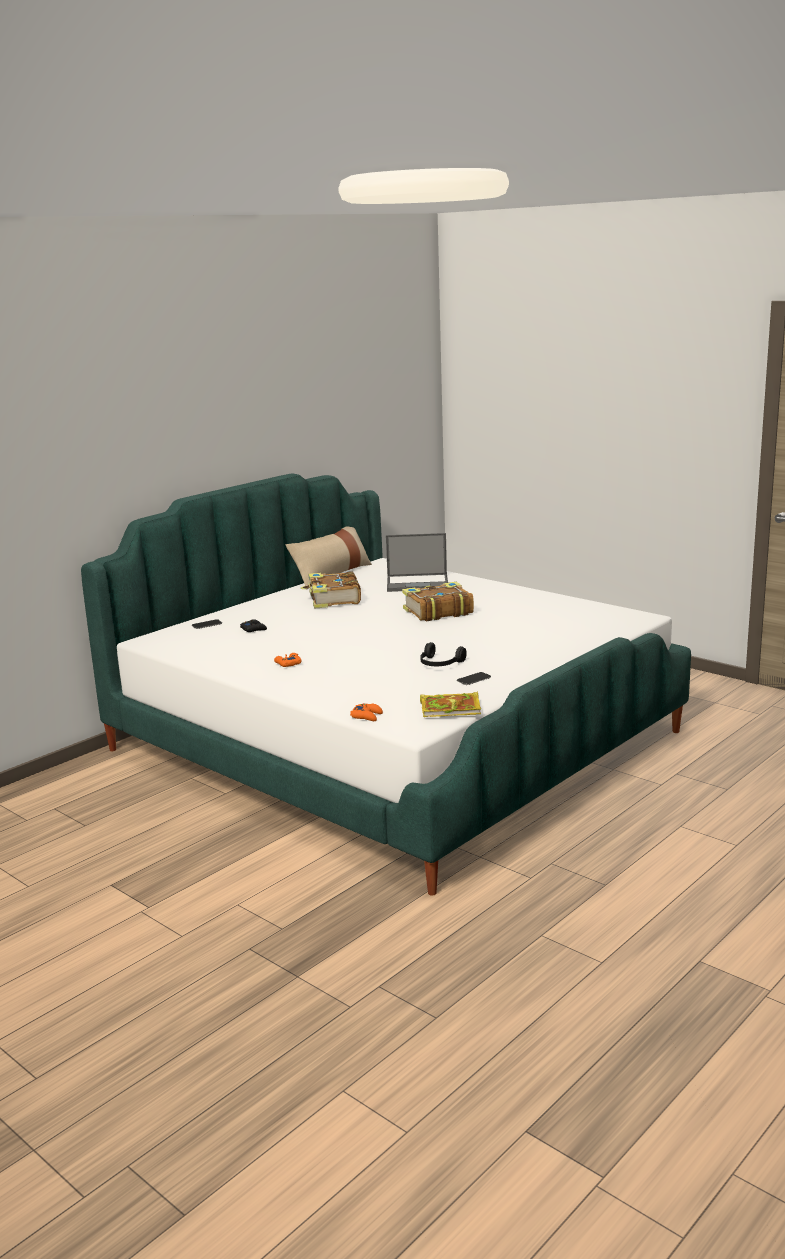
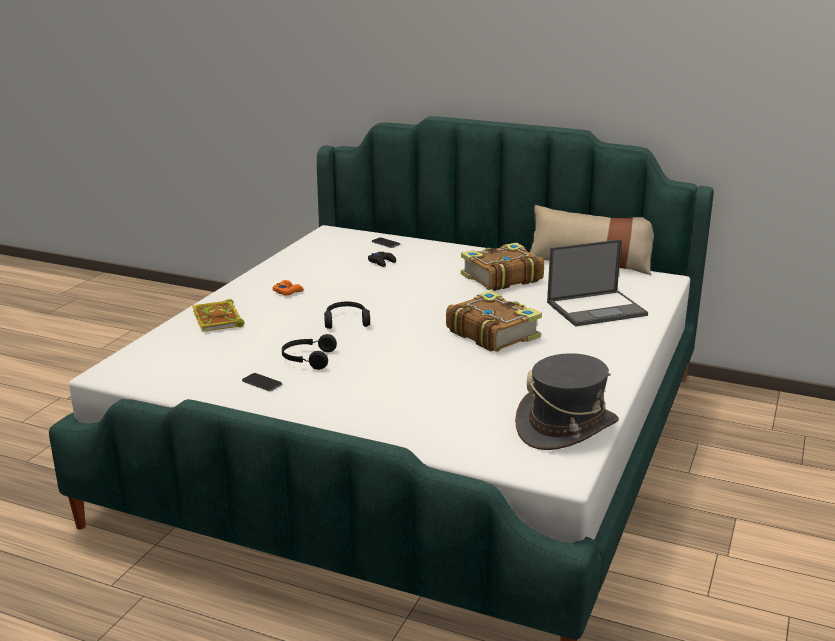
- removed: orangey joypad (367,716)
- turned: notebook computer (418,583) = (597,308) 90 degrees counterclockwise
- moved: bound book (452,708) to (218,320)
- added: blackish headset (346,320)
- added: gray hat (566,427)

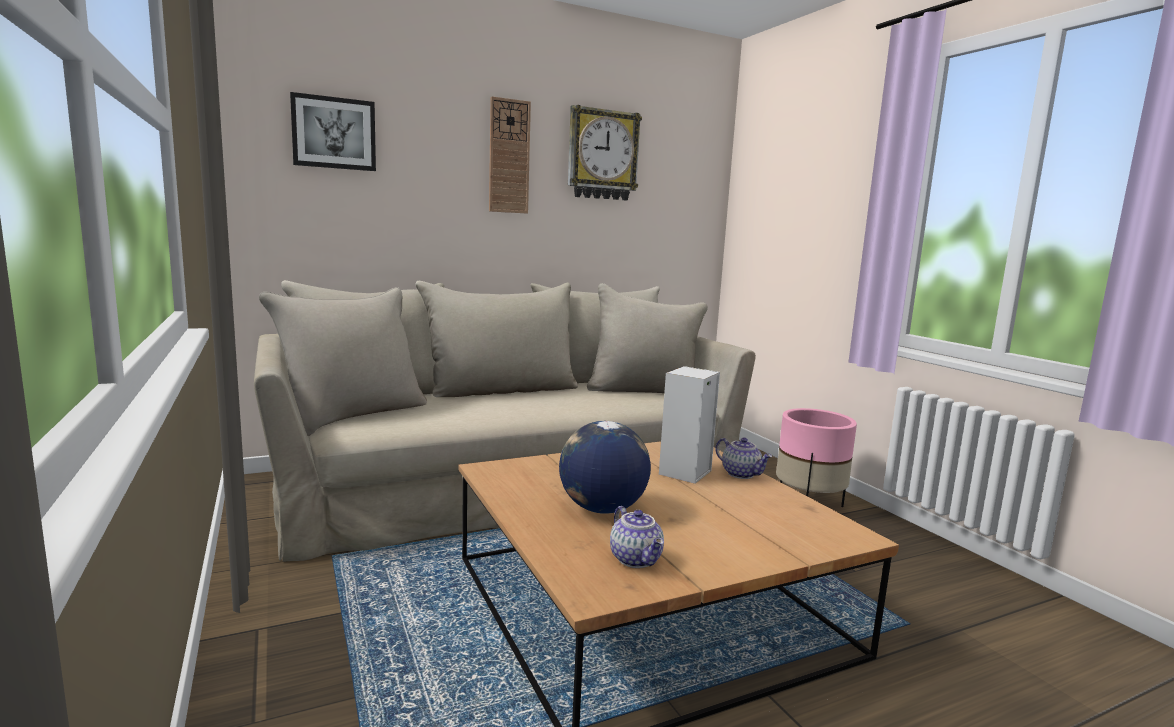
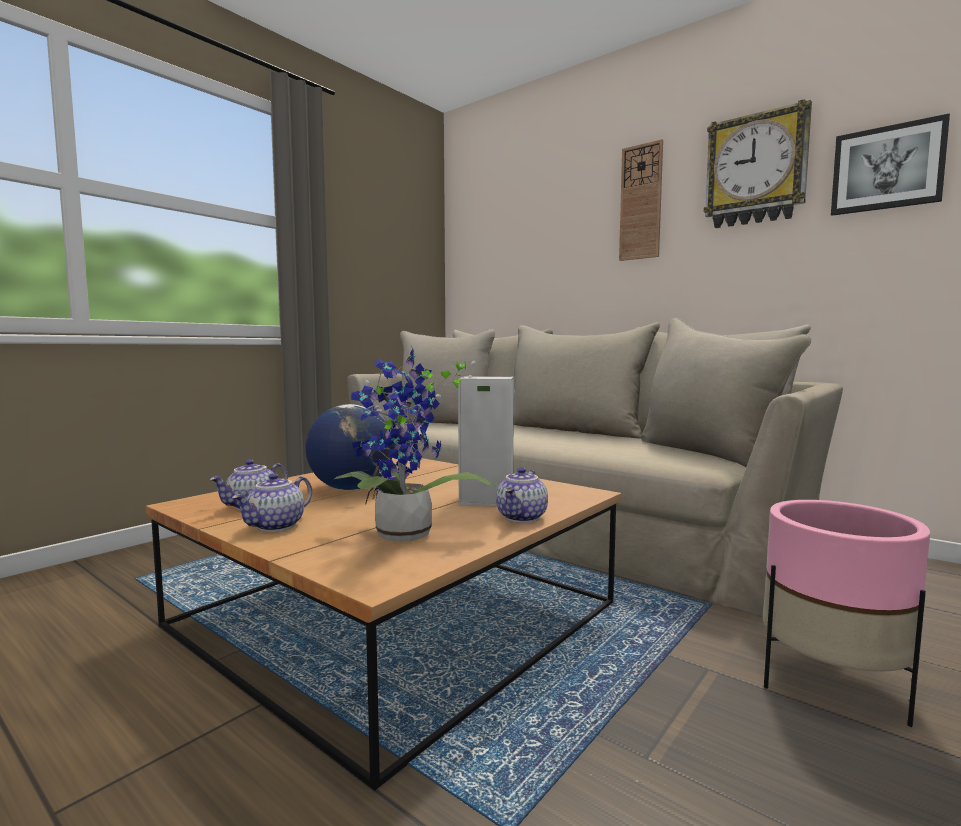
- moved: picture (334,133) to (887,168)
- added: tea pot (276,526)
- added: plant in a pot (404,537)

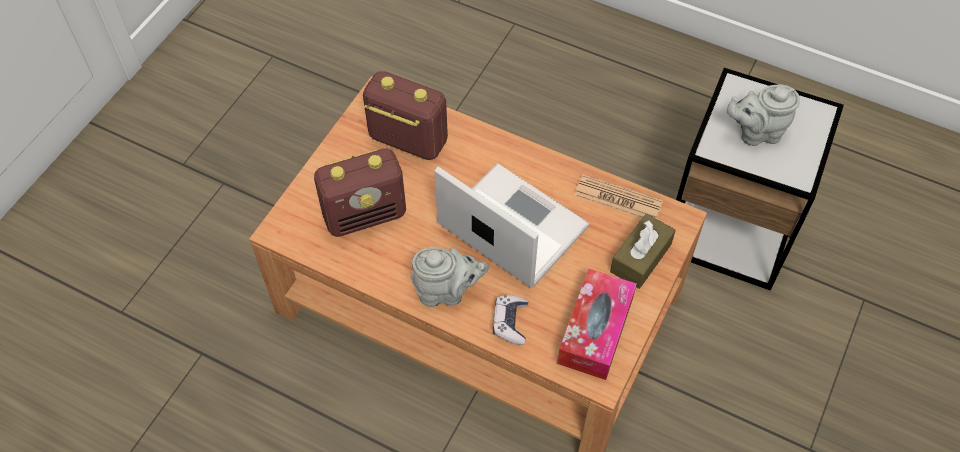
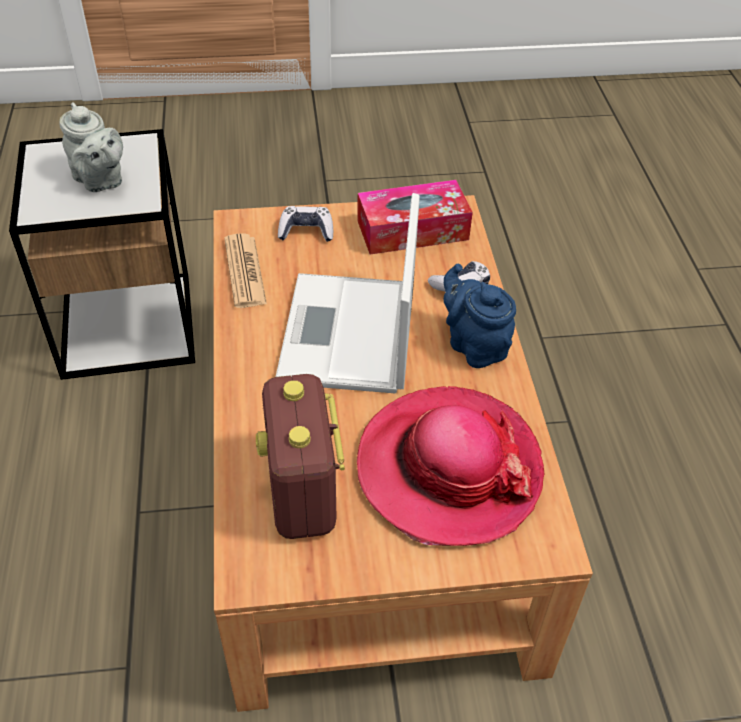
- replaced: radio receiver (365,215) to hat (448,468)
- recoloured: gray tea pot (446,291) to blue-coloured tea pot (474,345)
- replaced: brown-coloured tissue holder (640,258) to joypad (306,231)

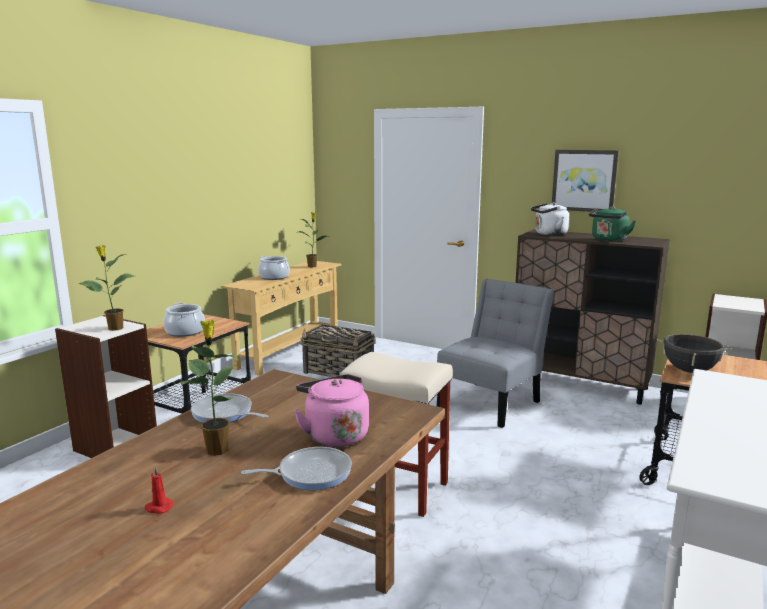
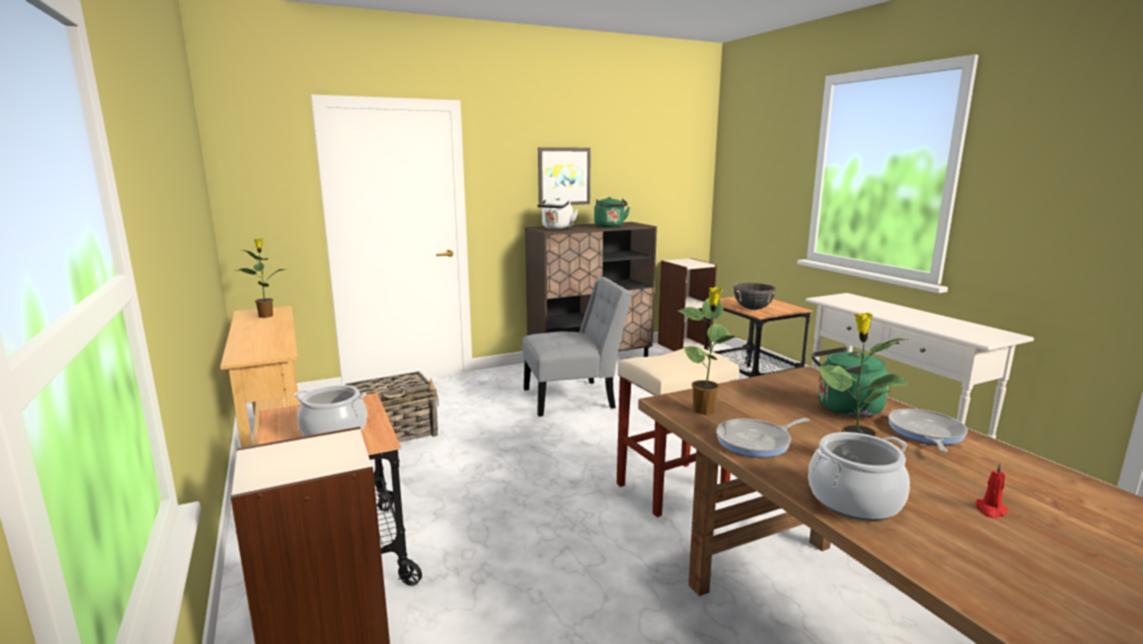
- moved: plant in a pot (114,328) to (704,411)
- moved: saucepot (274,277) to (854,500)
- recoloured: pink-coloured kettle (334,435) to greenish kettle (844,409)
- turned: gray plain chair (492,402) = (574,398) 90 degrees clockwise

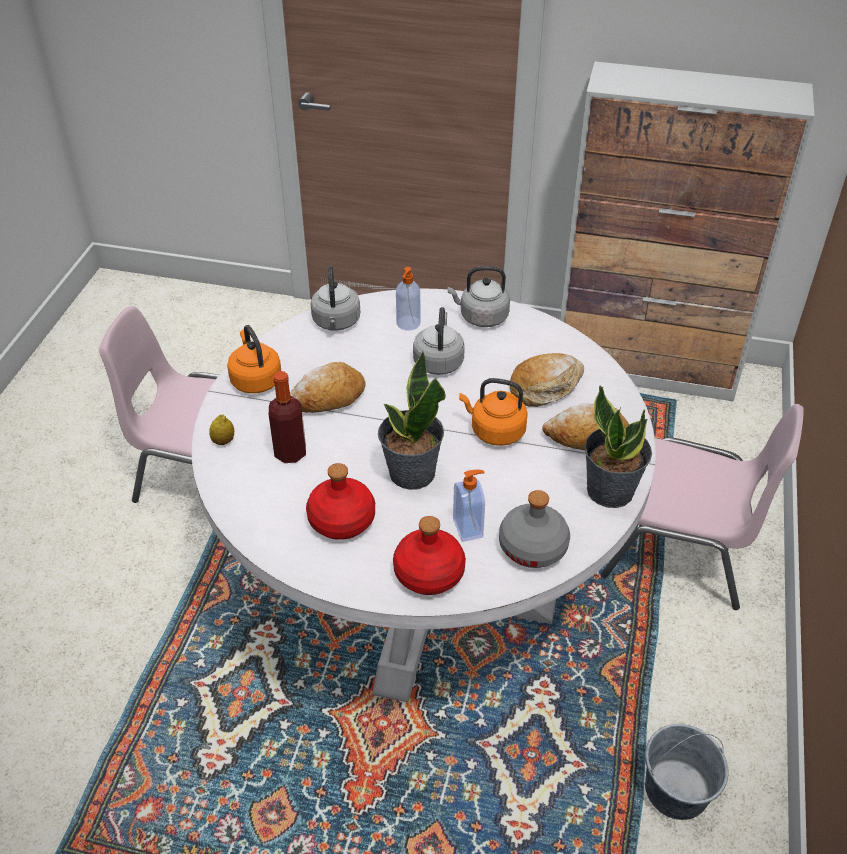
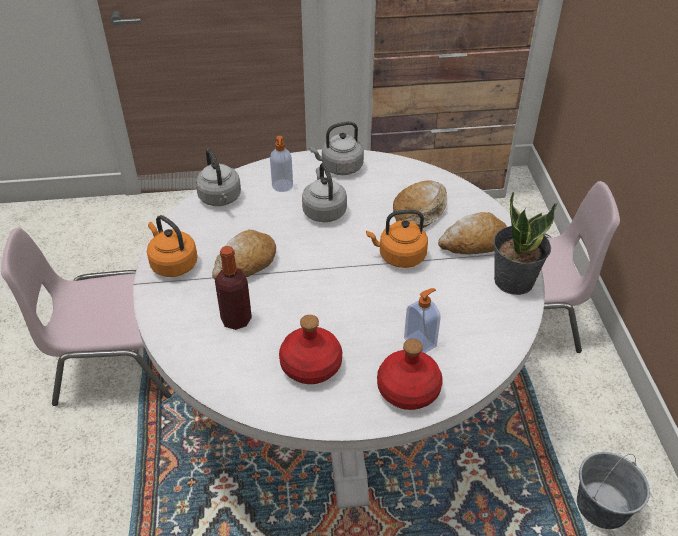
- removed: citrus fruit (223,441)
- removed: plant in a pot (411,473)
- removed: gray drink bottle (533,546)

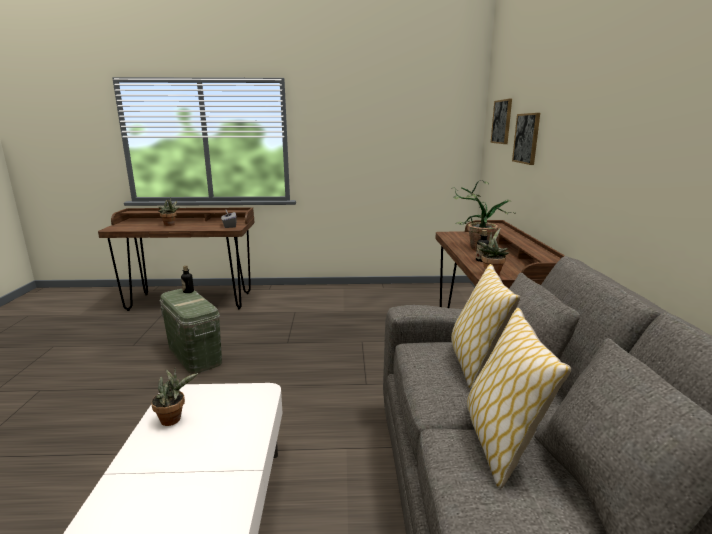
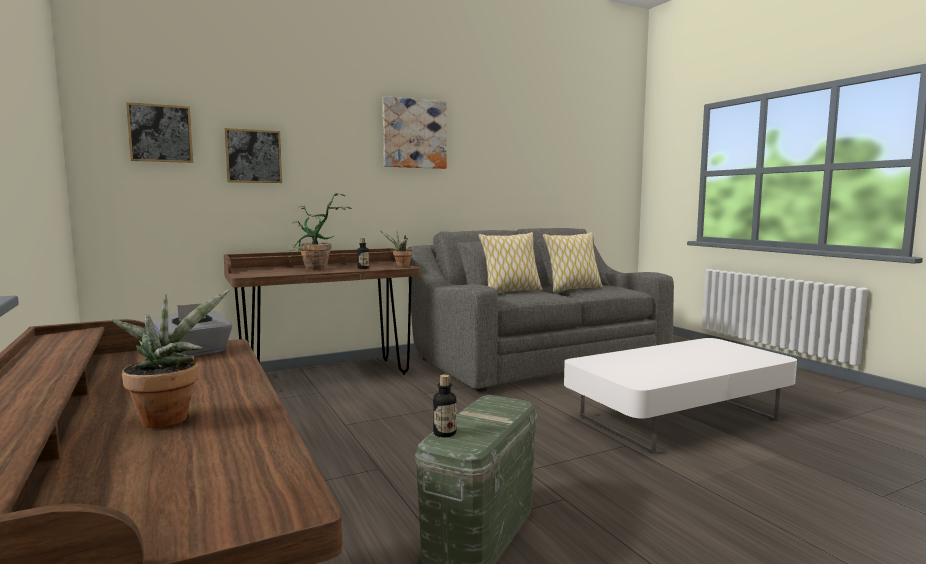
- removed: plant in a pot (174,419)
- added: picture (414,134)

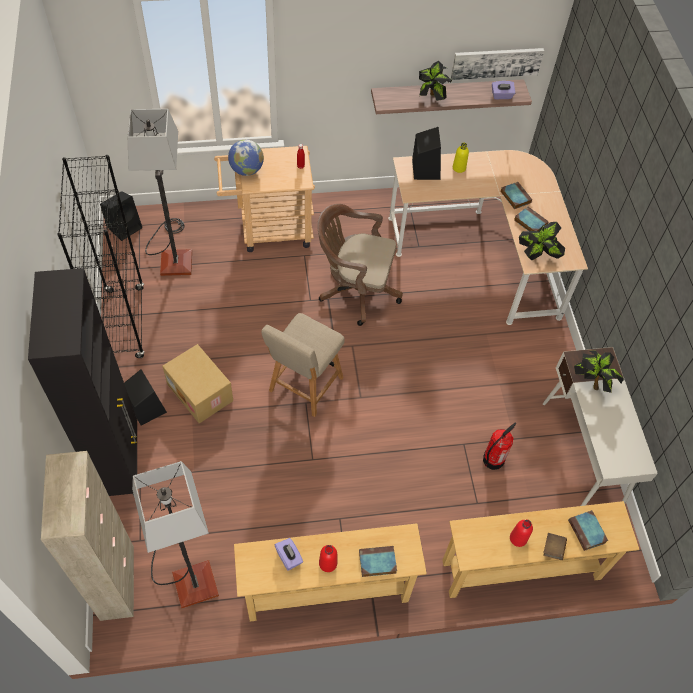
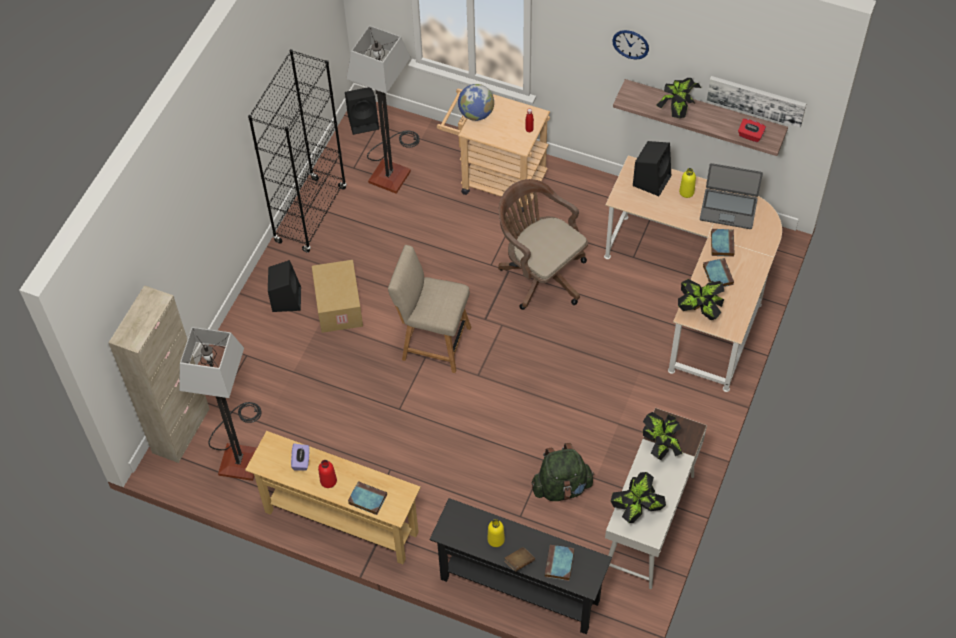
- removed: blackish cabinet (122,464)
- turned: sand-coloured plain chair (304,387) = (433,342) 45 degrees clockwise
- recoloured: sand-coloured console table (521,570) to blackish console table (519,590)
- replaced: extinguisher (493,460) to greenish knapsack (562,487)
- recoloured: purple tissue holder (501,96) to reddish tissue holder (750,135)
- recoloured: reddish drink bottle (518,538) to yellow drink bottle (496,539)
- added: plant in a pot (637,509)
- added: hanging clock (630,44)
- added: notebook computer (728,208)

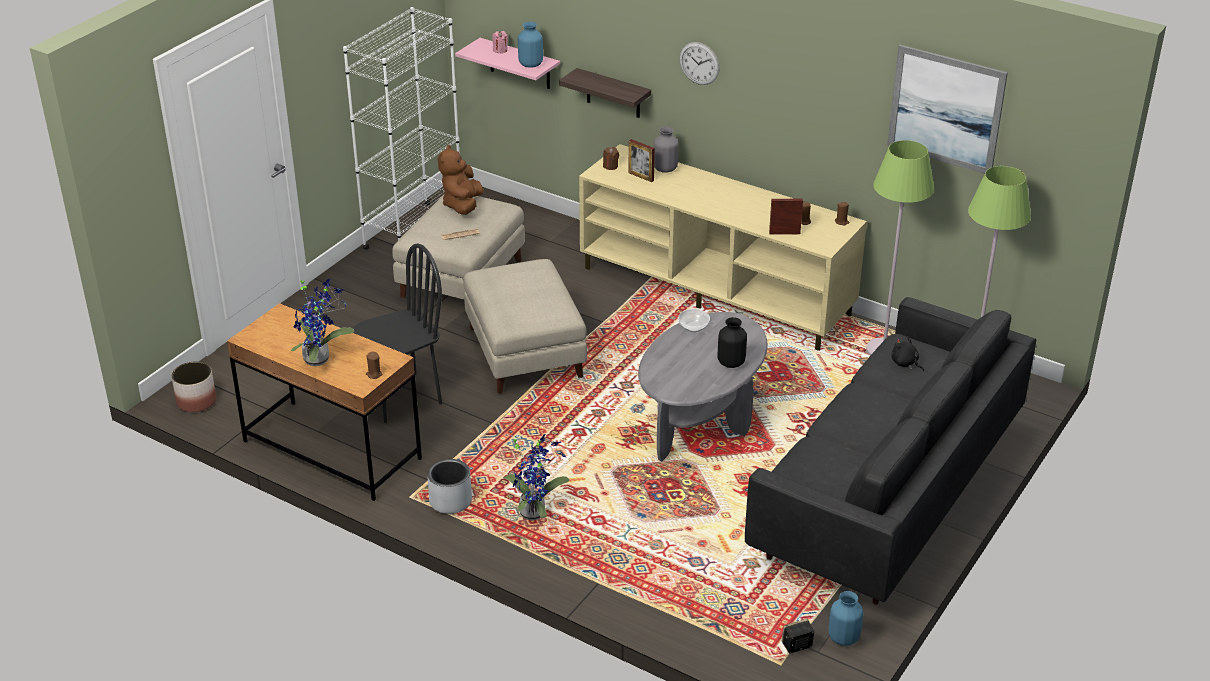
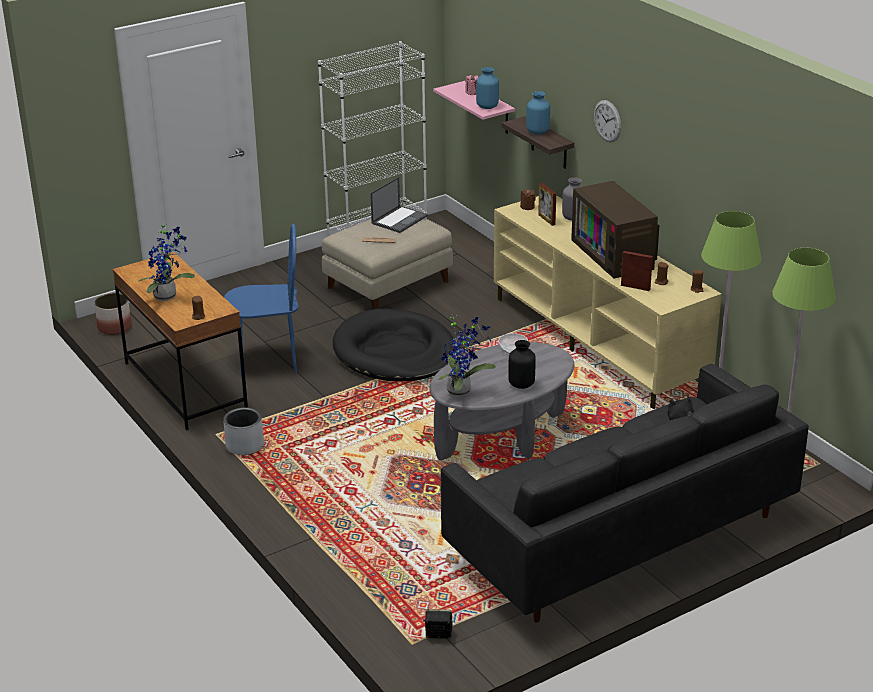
- recoloured: blackish plain chair (401,398) to blue-coloured plain chair (268,361)
- replaced: brown-coloured plush toy (462,205) to notebook computer (399,219)
- replaced: sand-coloured pouffe (526,353) to blackish pet bed (395,352)
- moved: plant in a pot (535,511) to (461,390)
- moved: blue-coloured decorative vase (843,638) to (537,132)
- removed: picture (946,109)
- added: TV (615,254)

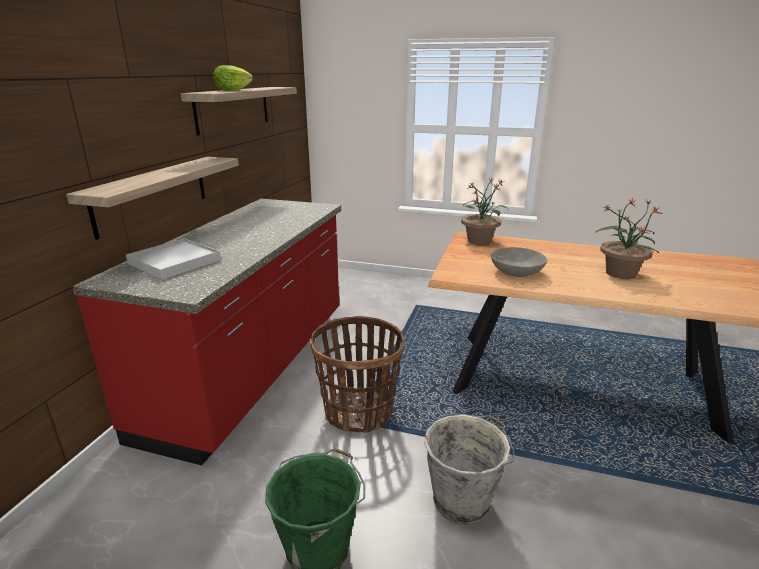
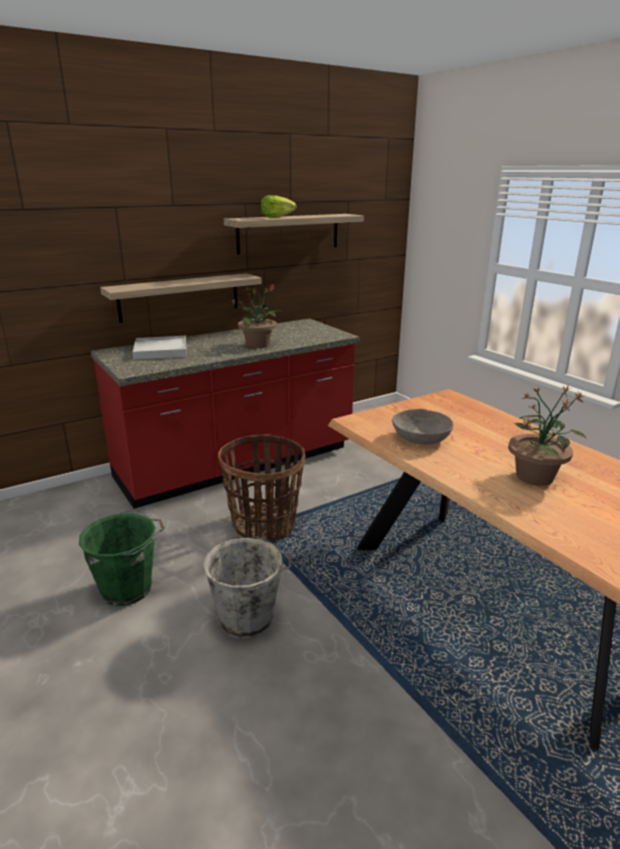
- moved: plant in a pot (479,240) to (259,344)

